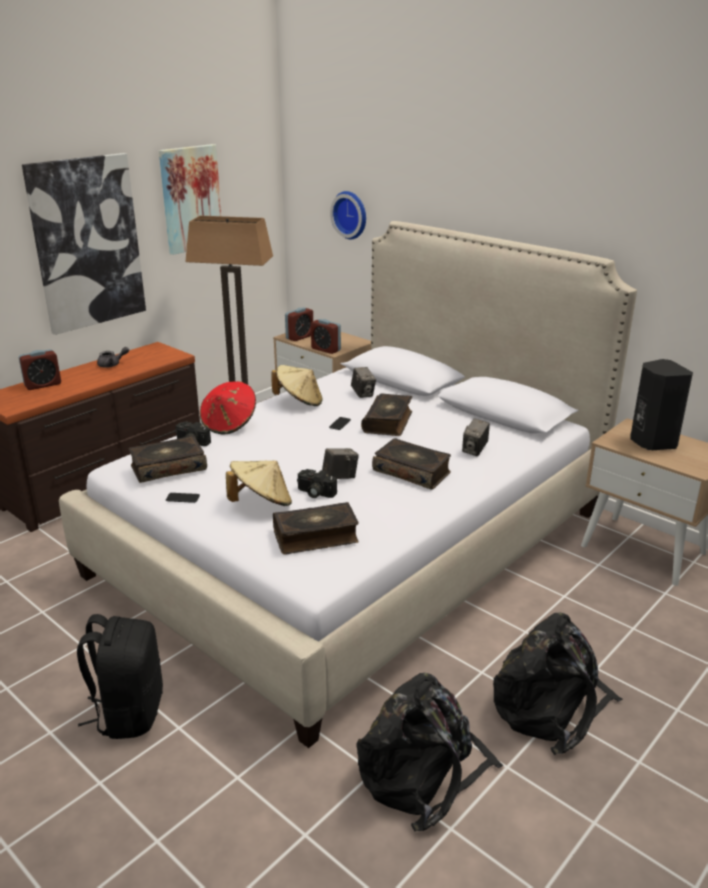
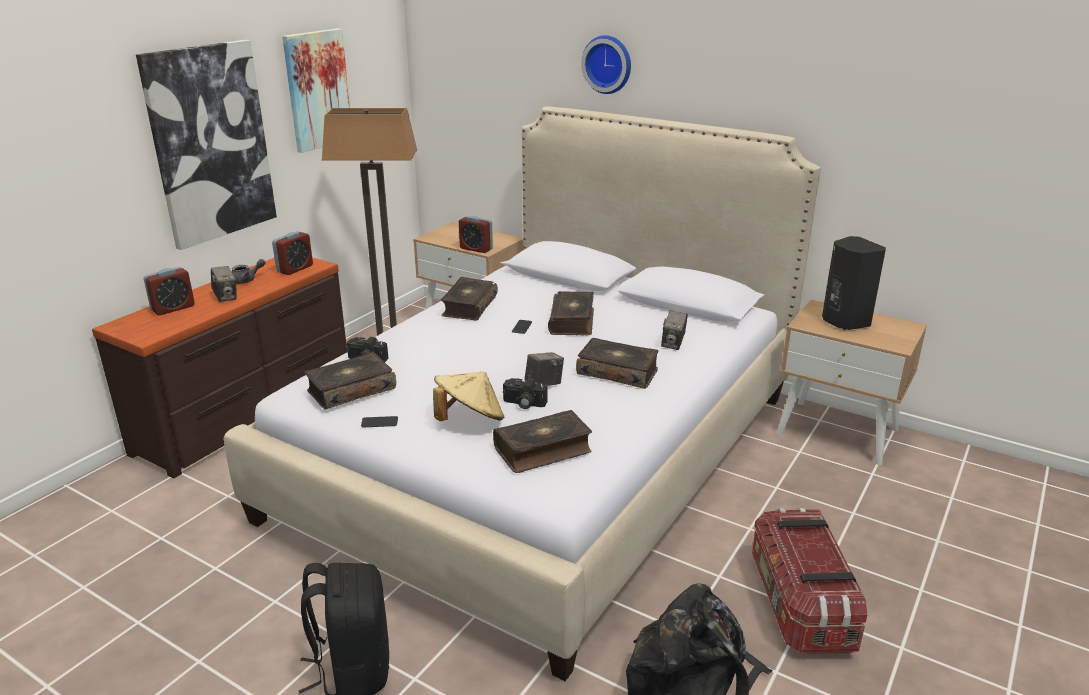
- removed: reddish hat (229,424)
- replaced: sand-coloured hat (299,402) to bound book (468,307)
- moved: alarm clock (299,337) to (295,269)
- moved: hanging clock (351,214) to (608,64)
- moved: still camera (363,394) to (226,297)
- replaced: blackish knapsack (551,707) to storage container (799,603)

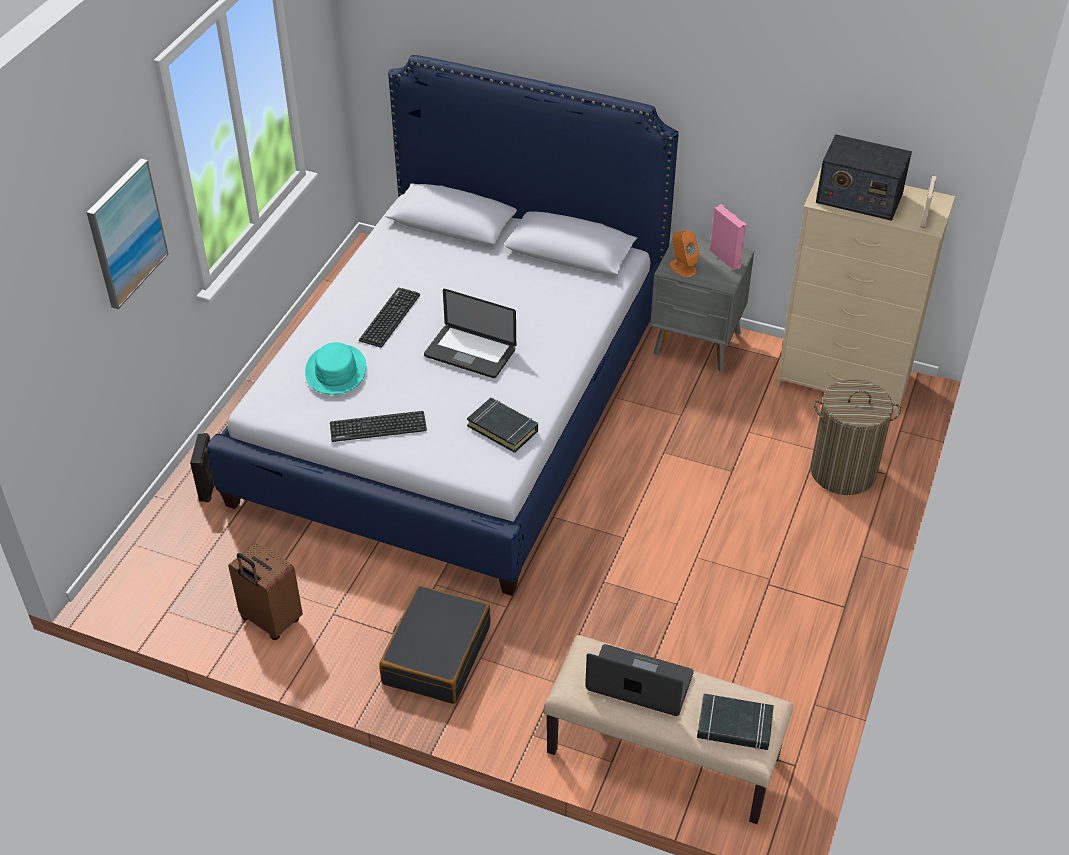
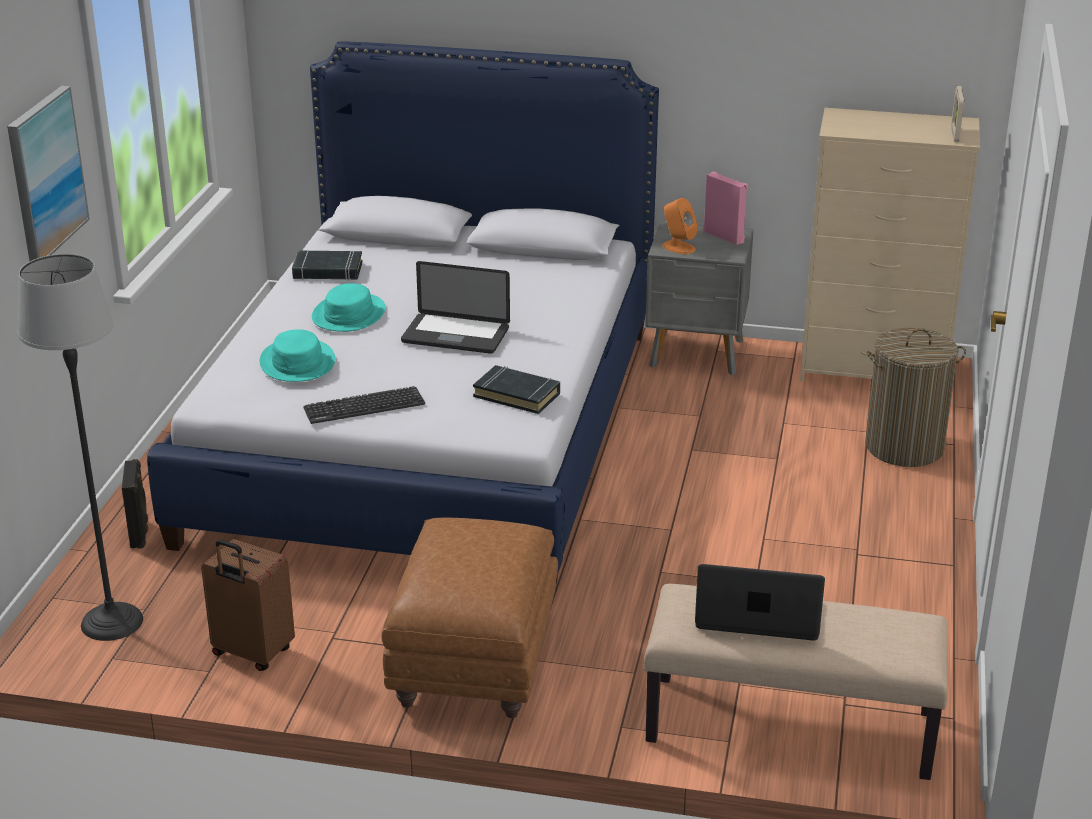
- replaced: PC keyboard (390,318) to blue-green hat (349,314)
- replaced: blackish suitcase (436,654) to brown-coloured pouffe (475,663)
- moved: blackish bound book (734,726) to (327,271)
- removed: radio receiver (858,198)
- added: standing lamp (111,621)

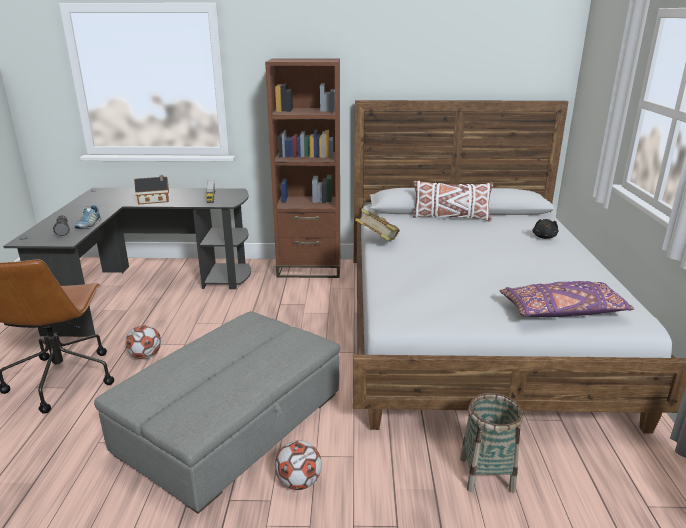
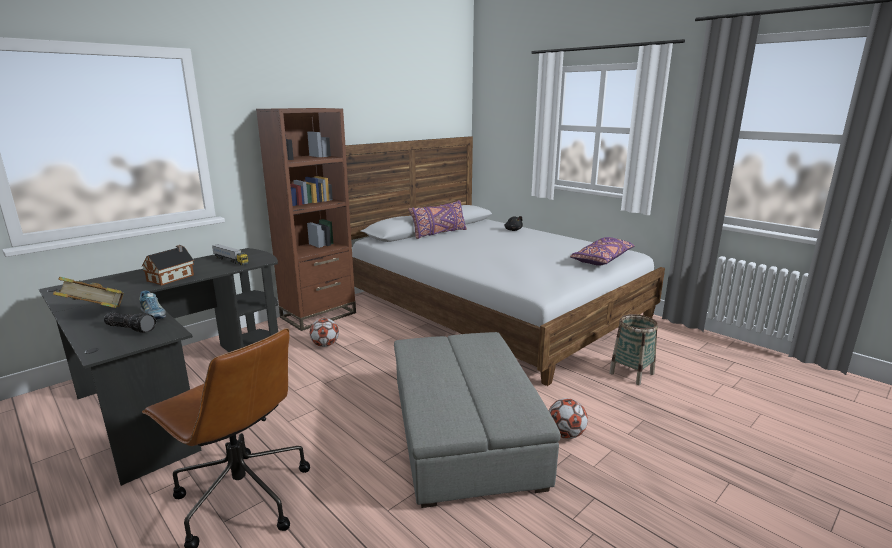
- moved: football ball (145,356) to (325,345)
- moved: bound book (377,241) to (95,314)
- recoloured: whitish pillow (450,217) to purple pillow (438,233)

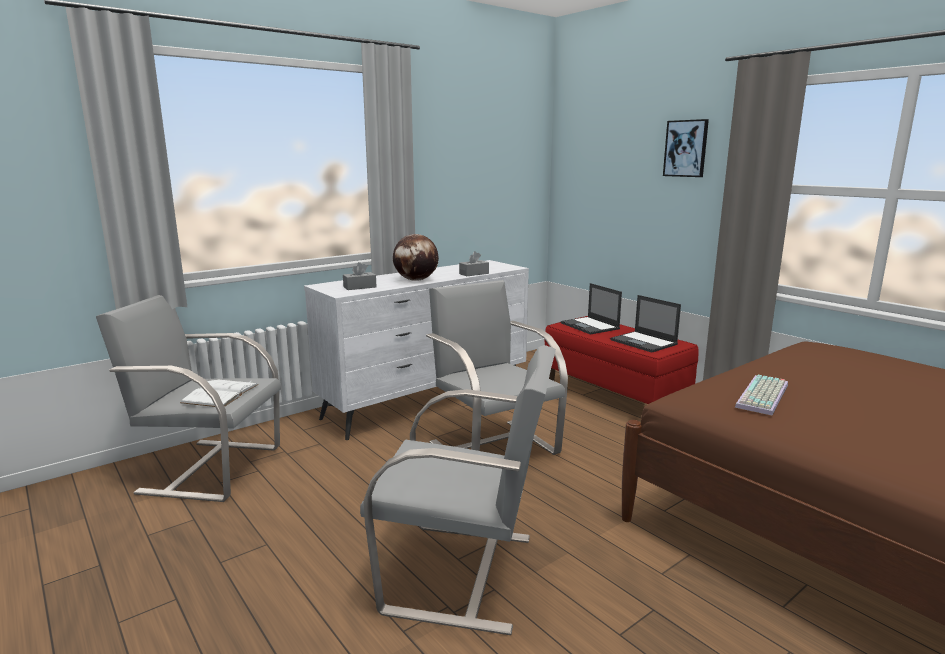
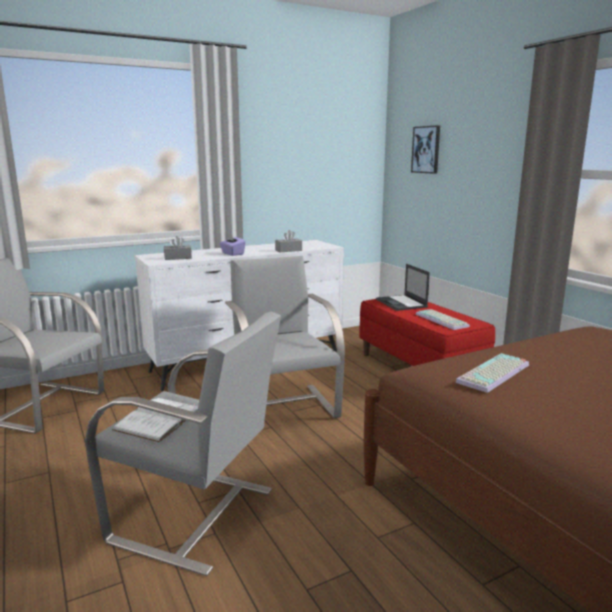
- moved: whitish bound book (220,393) to (159,419)
- replaced: globe (416,280) to purple tissue holder (232,254)
- replaced: notebook computer (644,342) to PC keyboard (443,320)
- moved: picture (686,148) to (426,149)

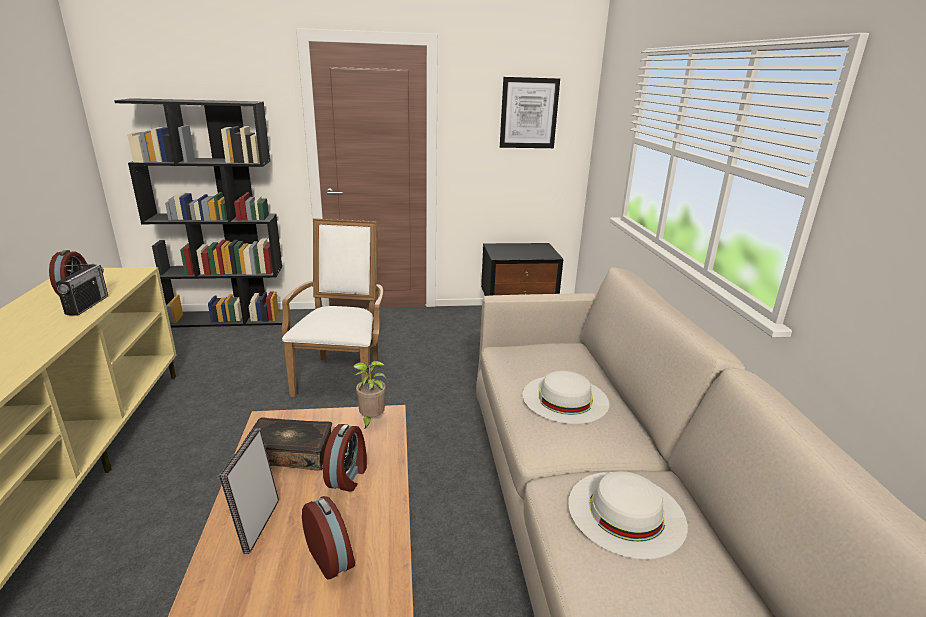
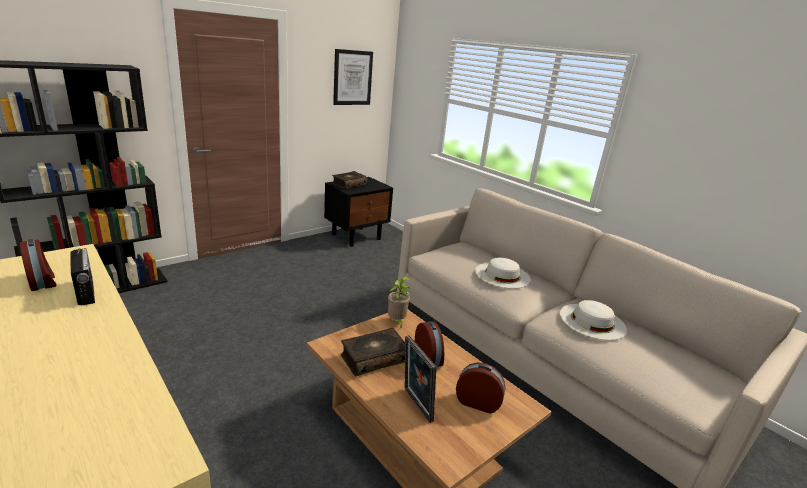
- removed: whitish lounge chair (342,374)
- added: bound book (349,184)

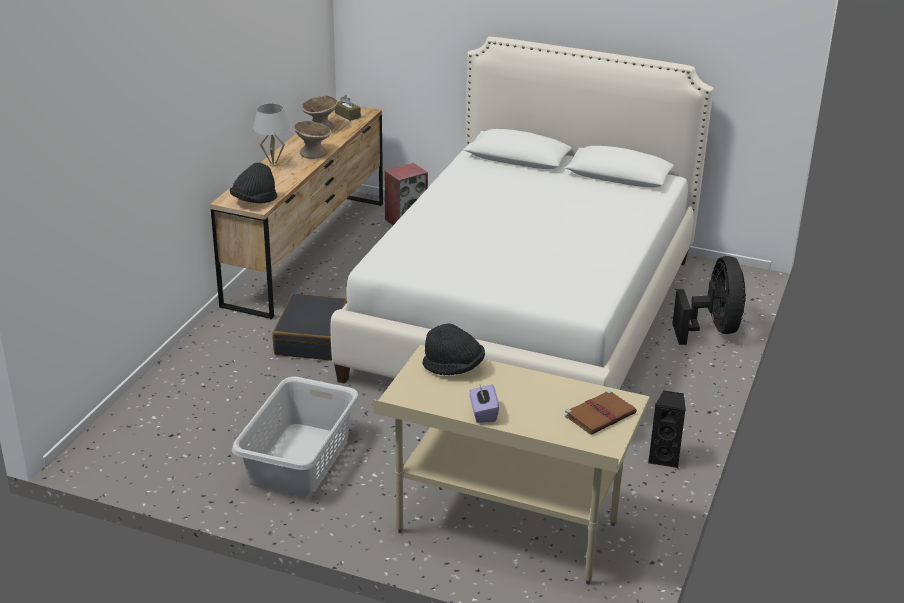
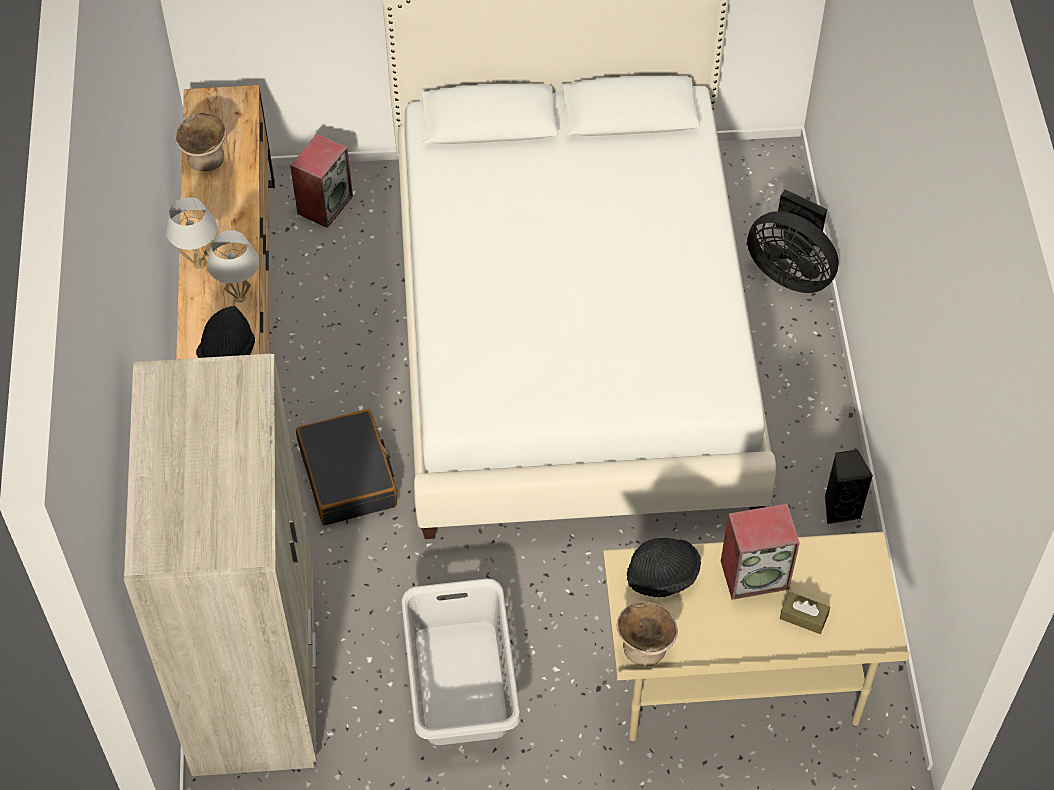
- moved: sand-coloured deep dish (313,153) to (644,647)
- moved: brown-coloured tissue holder (347,115) to (803,617)
- removed: purple tissue holder (483,413)
- removed: brown-coloured bound book (601,414)
- turned: blackish fan (712,329) = (790,271) 150 degrees clockwise
- added: sand-coloured wardrobe (256,670)
- added: whitish tabletop lamp (239,297)
- added: loudspeaker (755,574)

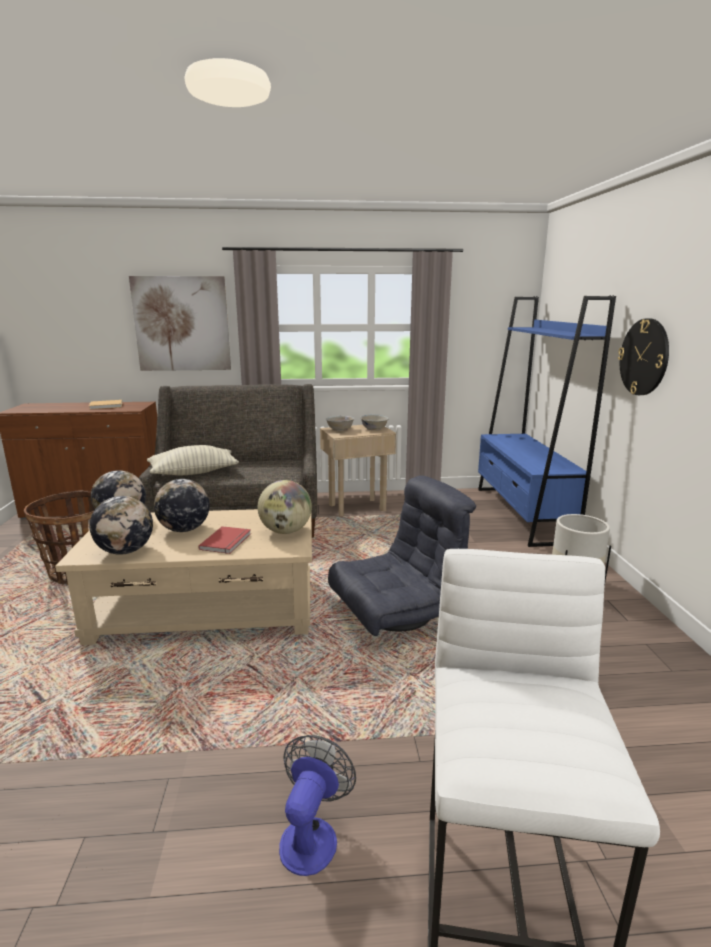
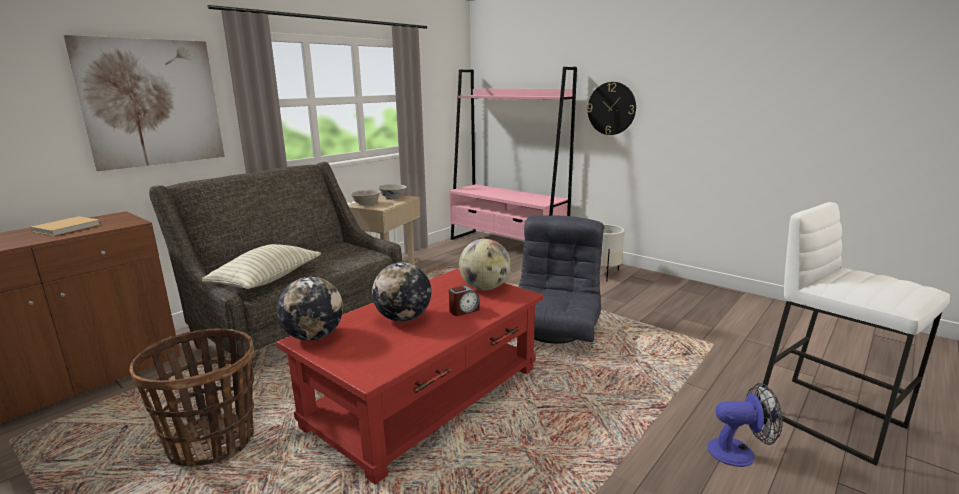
- recoloured: sand-coloured low table (207,609) to reddish low table (427,396)
- removed: globe (126,551)
- replaced: reddish bound book (227,541) to alarm clock (464,310)
- turned: fan (312,834) = (739,452) 120 degrees clockwise
- recoloured: blue-coloured bookcase (522,514) to pink-coloured bookcase (507,246)

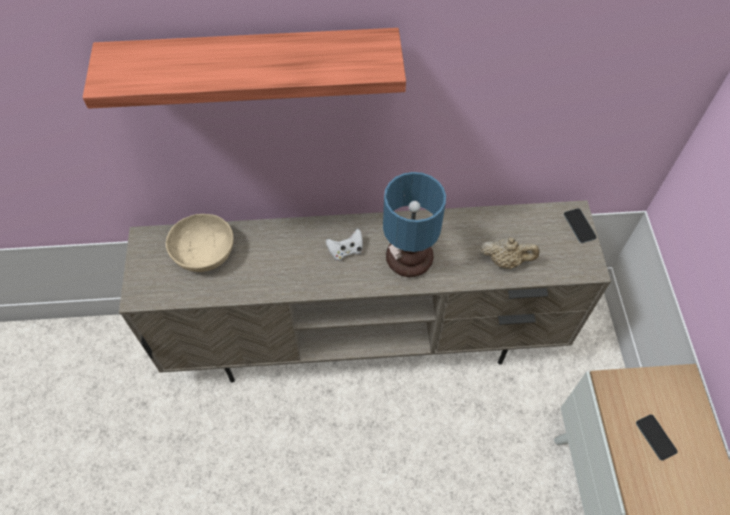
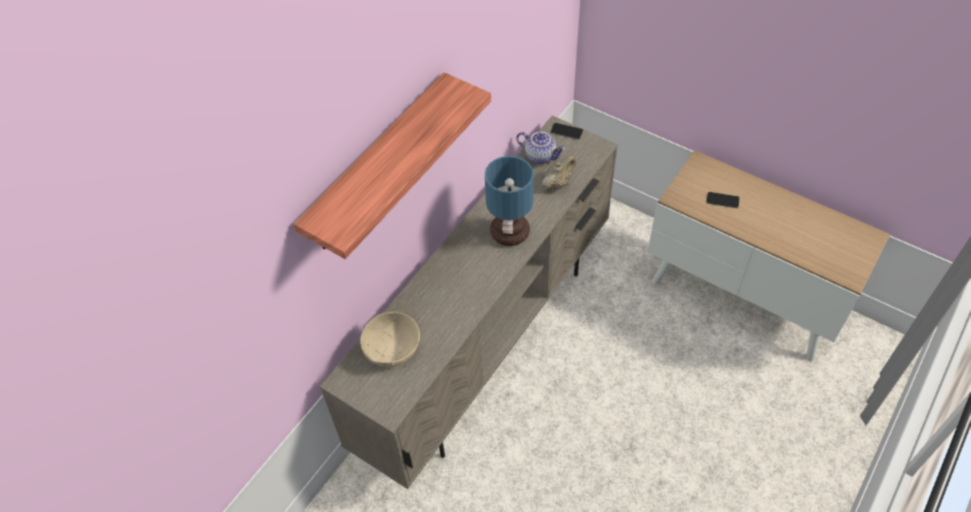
- removed: whitish joypad (346,251)
- added: tea pot (541,156)

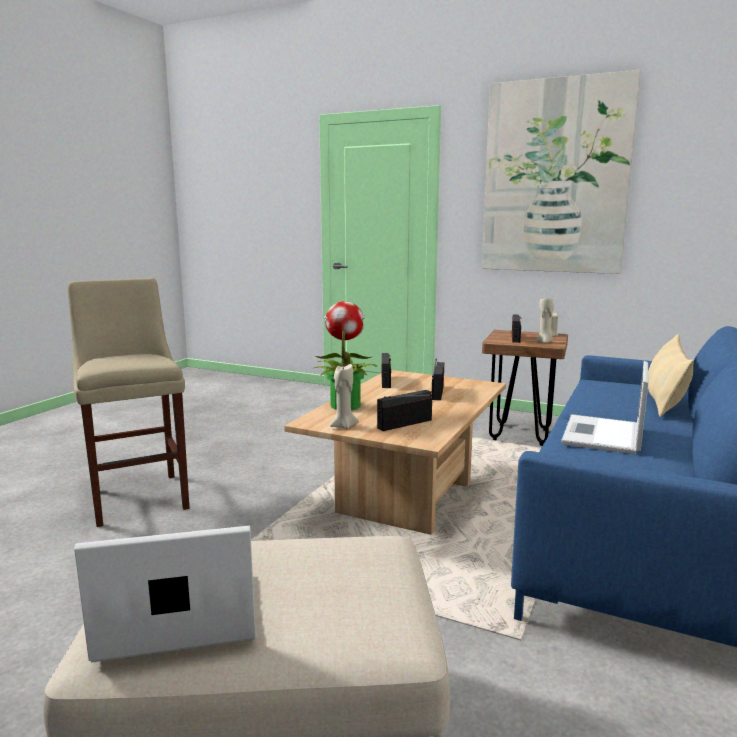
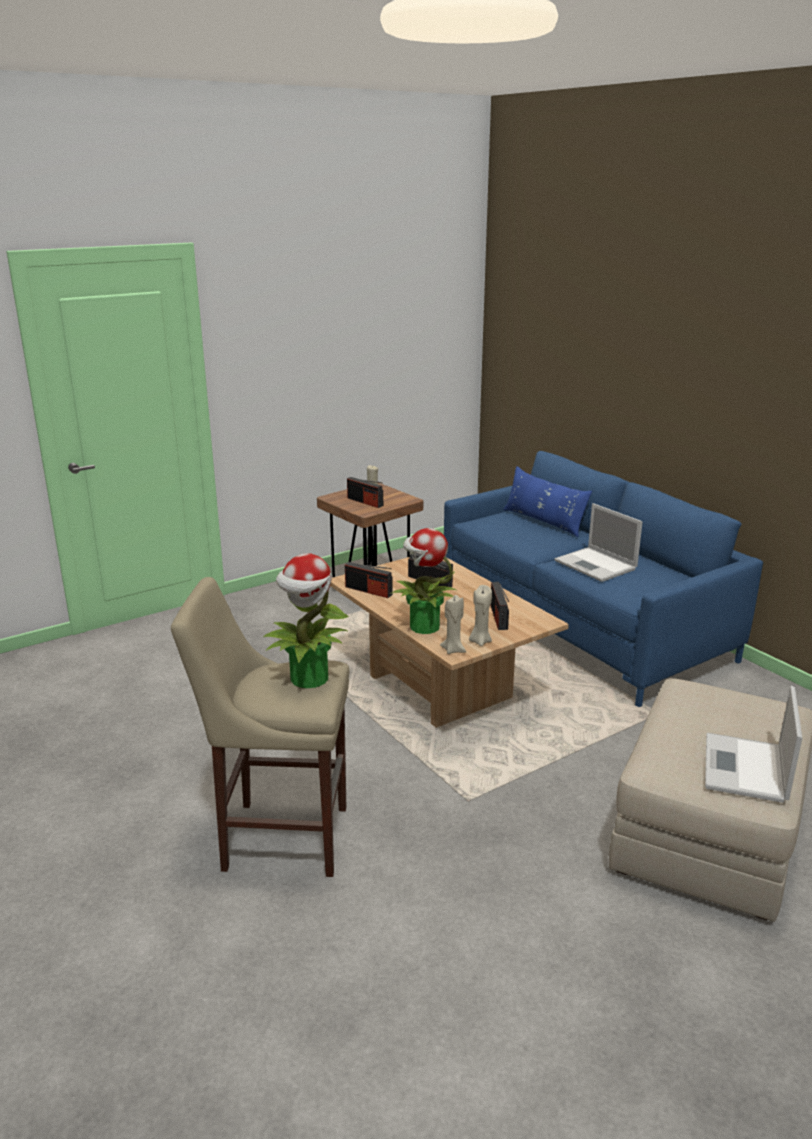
- removed: picture (555,177)
- moved: sand-coloured wax candle (544,342) to (453,650)
- recoloured: sand-coloured pillow (664,399) to blue-coloured pillow (543,521)
- added: plant in a pot (309,679)

